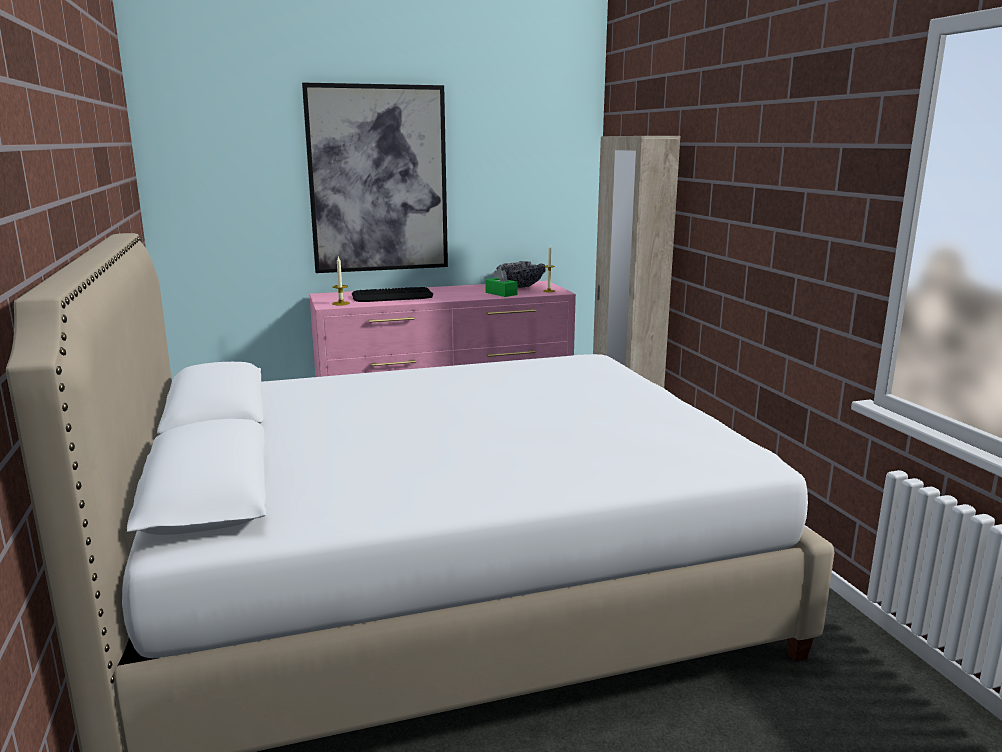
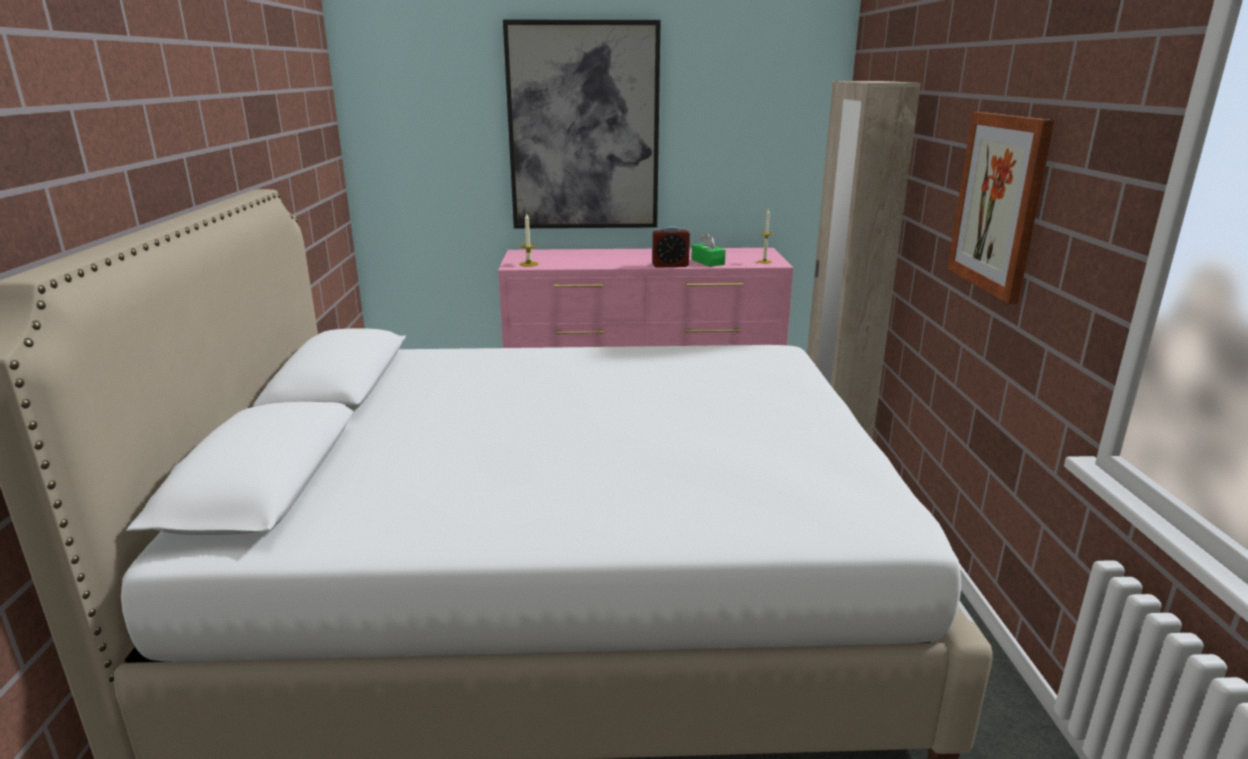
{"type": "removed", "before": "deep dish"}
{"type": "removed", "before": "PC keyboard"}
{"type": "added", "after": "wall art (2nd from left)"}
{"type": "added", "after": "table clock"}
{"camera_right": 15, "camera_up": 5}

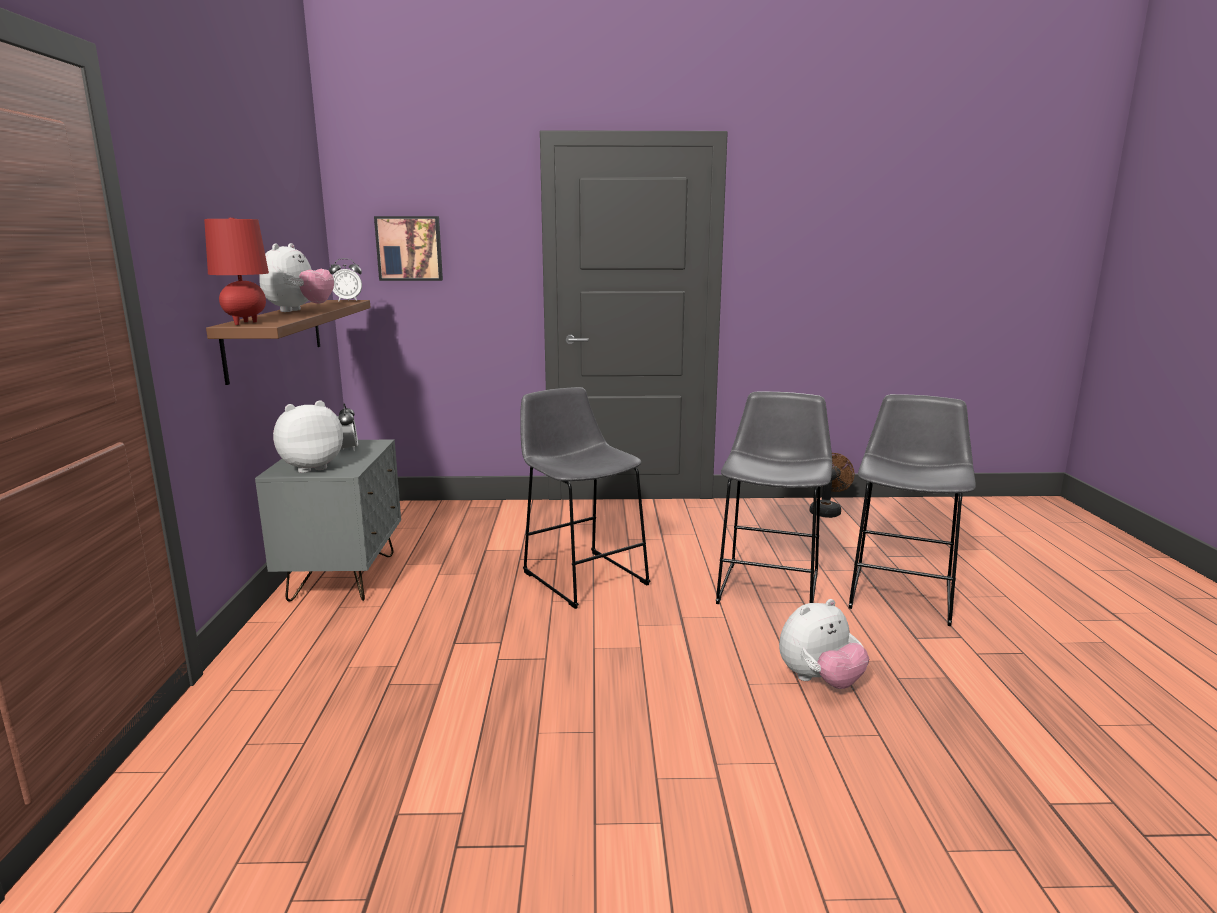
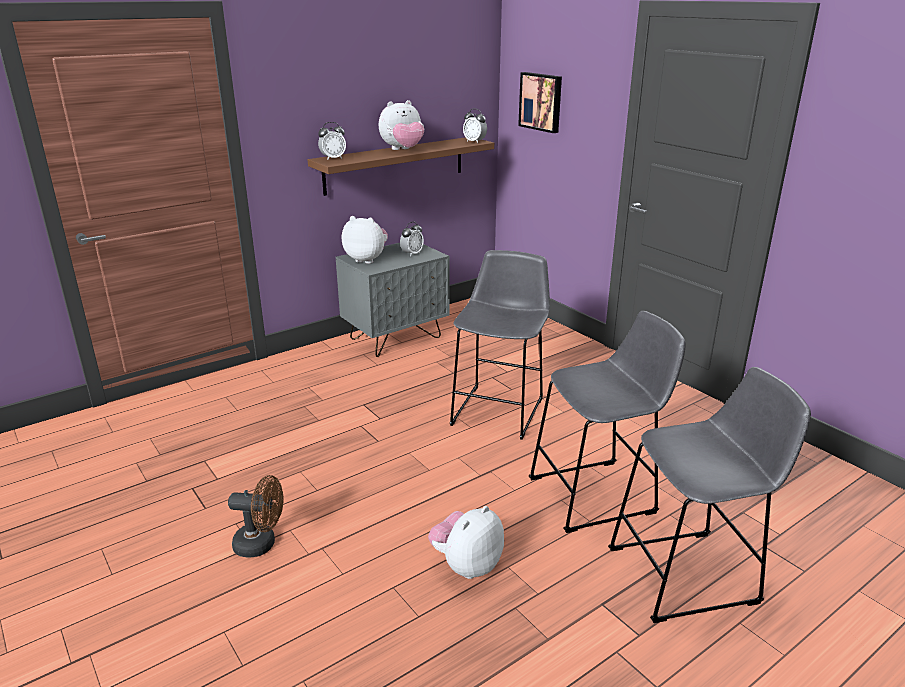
{"type": "replaced", "before": "red tabletop lamp", "after": "table clock (1st from left)"}
{"type": "moved", "before": "brownish fan"}
{"type": "turned", "before": "plush toy (3rd from left)", "turn": 105}
{"camera_right": 55, "camera_up": 10}

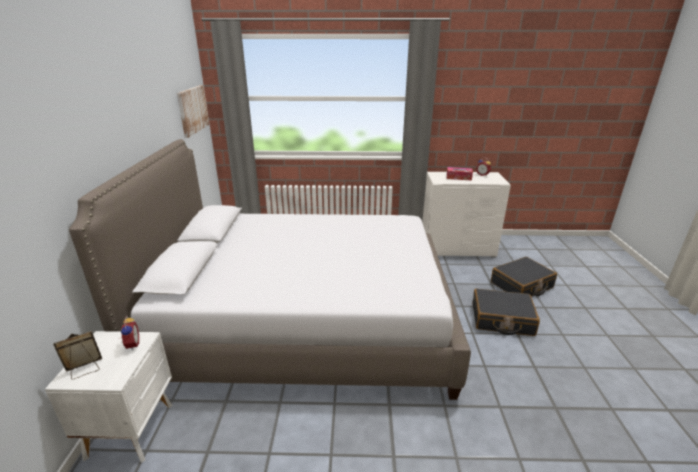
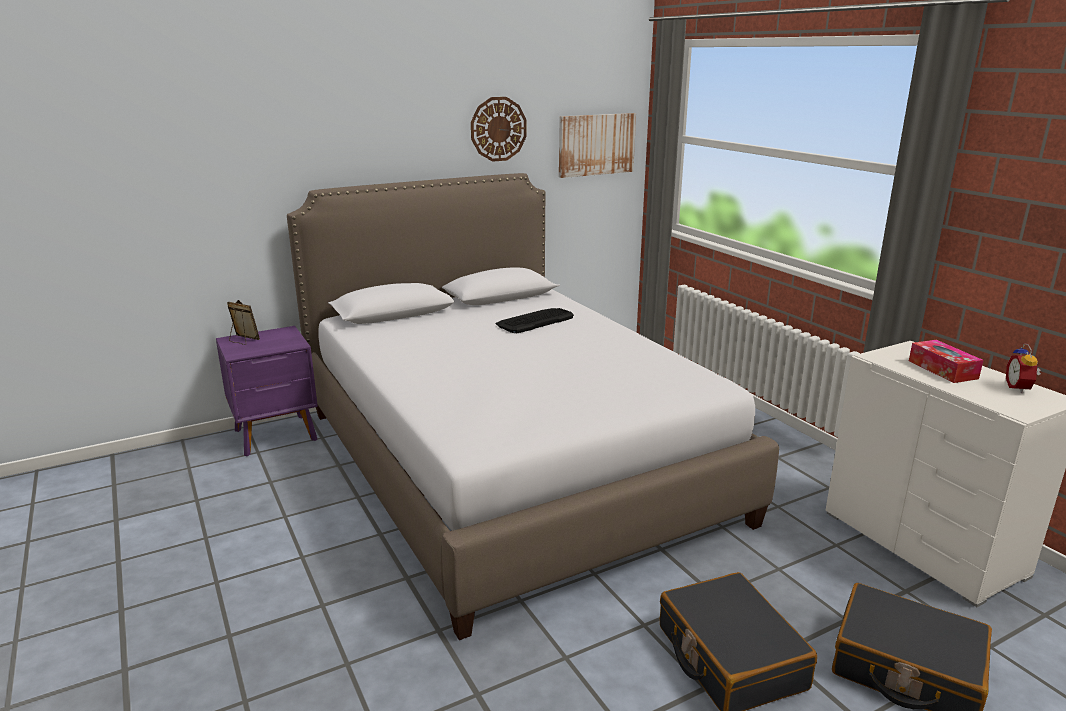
{"type": "removed", "before": "table clock (1st from left)"}
{"type": "recoloured", "before": "white night table", "after": "purple night table"}
{"type": "added", "after": "hanging clock"}
{"type": "added", "after": "PC keyboard"}
{"camera_right": 60, "camera_up": -5}

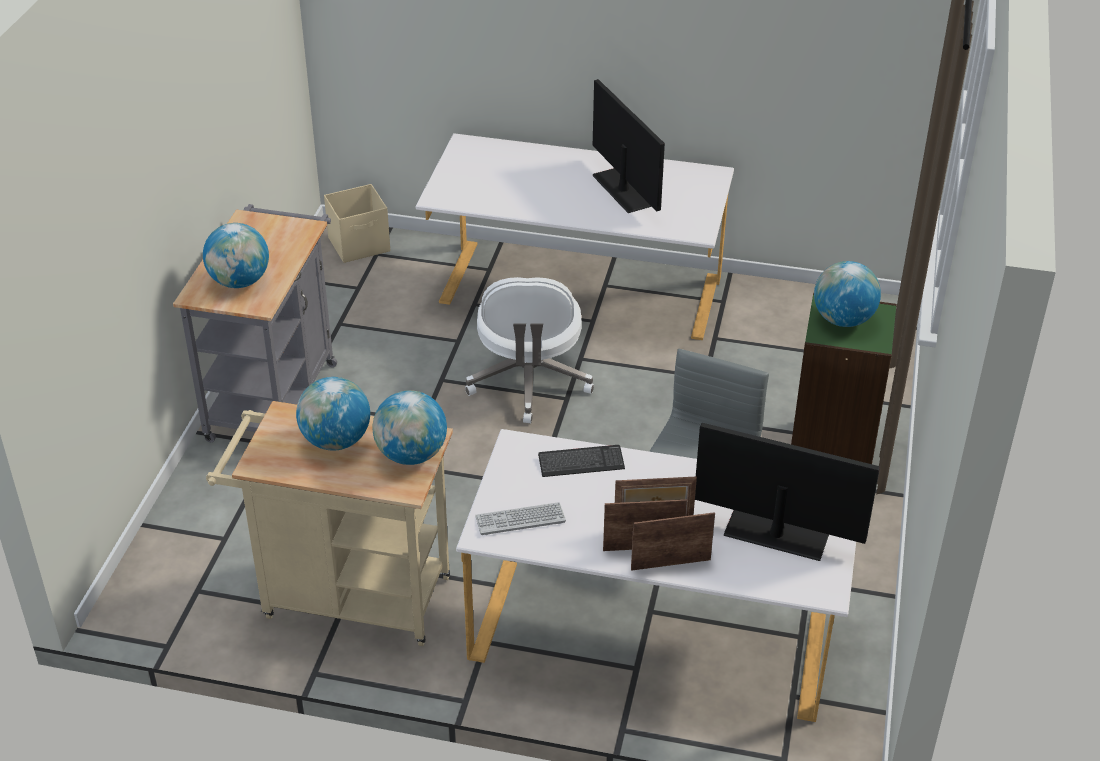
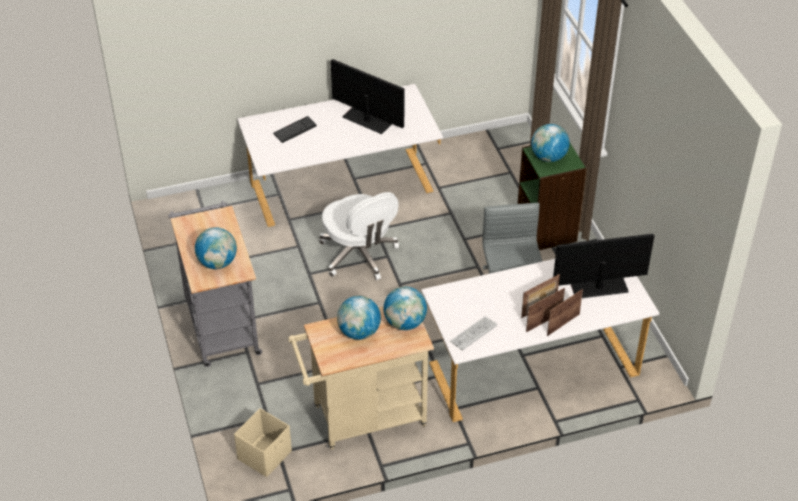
{"type": "moved", "before": "sand-coloured storage box"}
{"type": "moved", "before": "PC keyboard (2nd from left in the first image)", "after": "PC keyboard (1st from left)"}
{"camera_right": -30, "camera_up": 5}

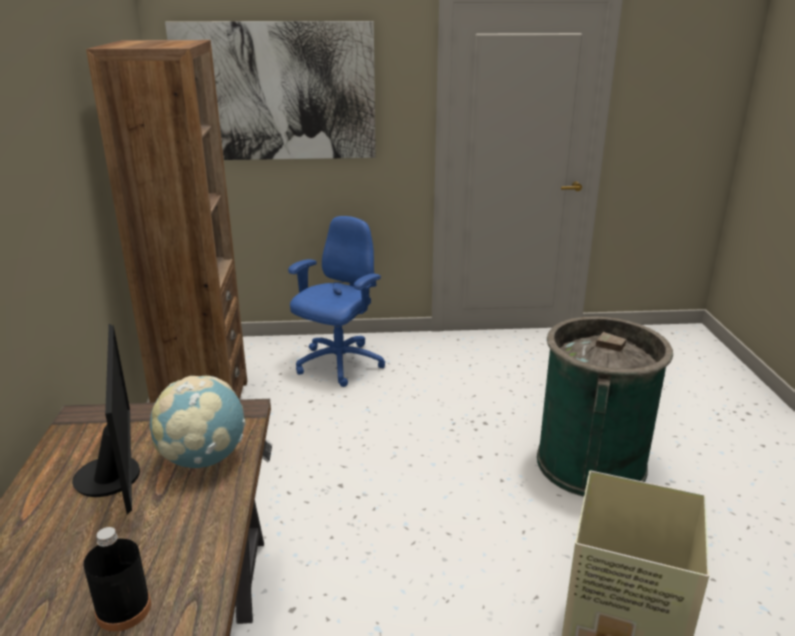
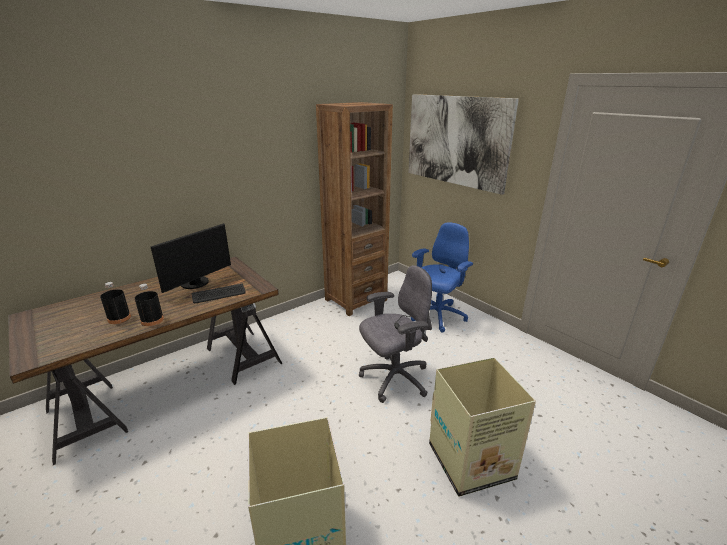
{"type": "turned", "before": "blue desk chair", "turn": -45}
{"type": "replaced", "before": "green-coloured waste bin", "after": "packing box (2nd from left)"}
{"type": "replaced", "before": "globe", "after": "PC keyboard"}
{"type": "added", "after": "grey desk chair"}
{"type": "added", "after": "blackish drink bottle (2nd from left)"}
{"camera_right": 55, "camera_up": 0}

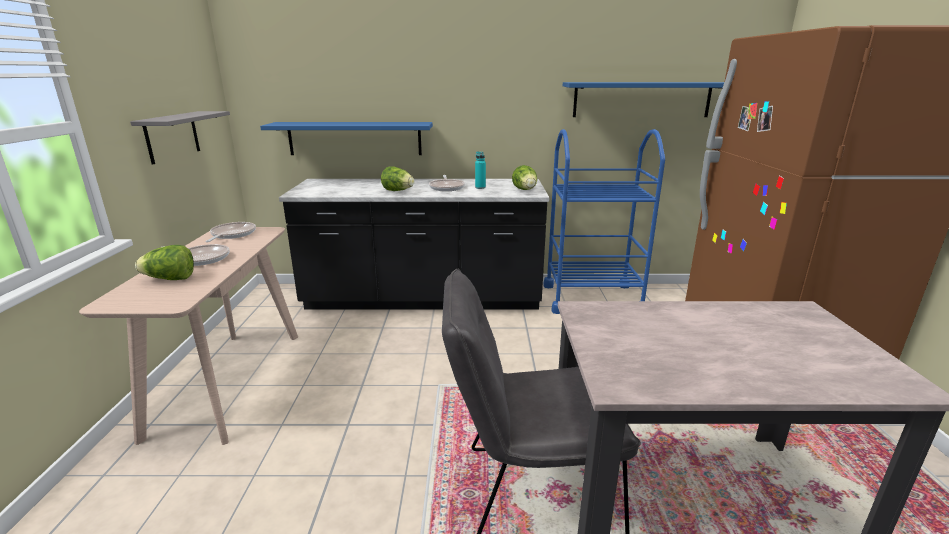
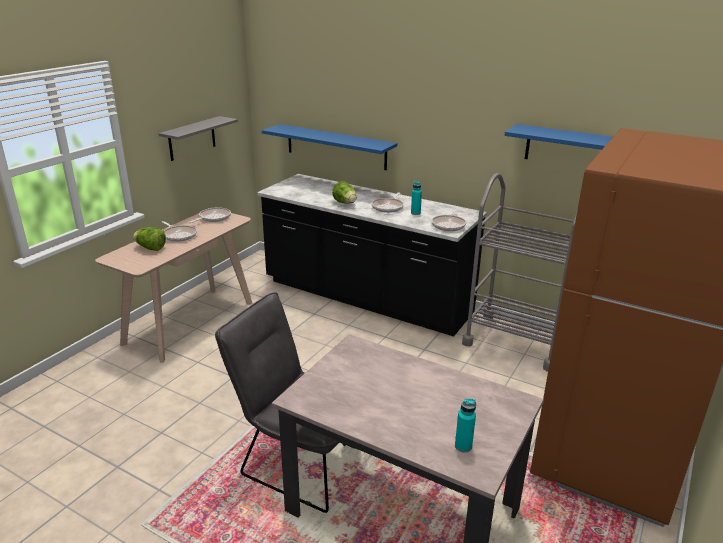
{"type": "recoloured", "before": "blue wheeled cart", "after": "grey wheeled cart"}
{"type": "replaced", "before": "head of lettuce (3rd from left)", "after": "frying pan (4th from left)"}
{"type": "added", "after": "turquoise-coloured drink bottle (2nd from left)"}
{"camera_right": 30, "camera_up": 5}

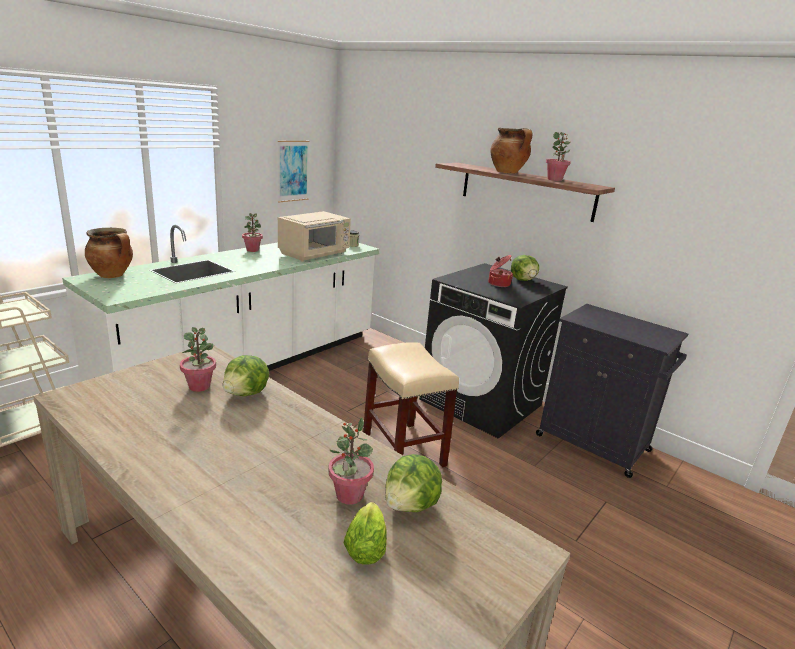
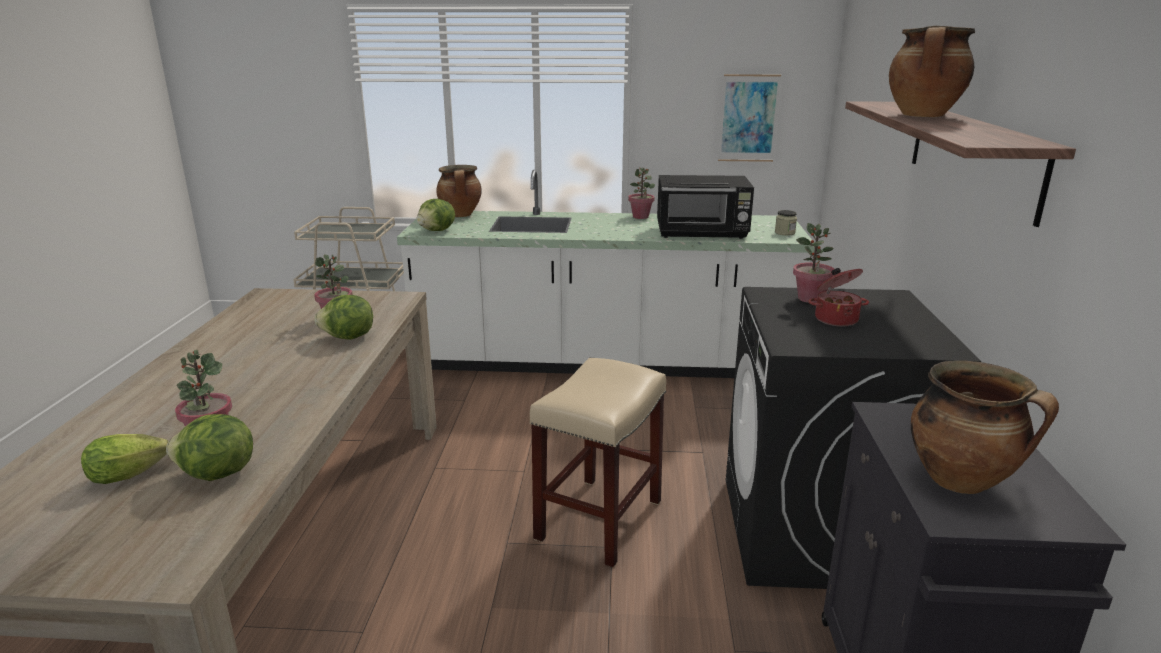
{"type": "moved", "before": "plant in a pot (4th from left)"}
{"type": "recoloured", "before": "sand-coloured microwave oven", "after": "blackish microwave oven"}
{"type": "moved", "before": "head of lettuce (4th from left)"}
{"type": "added", "after": "saucepot (4th from left)"}
{"camera_right": 55, "camera_up": 0}

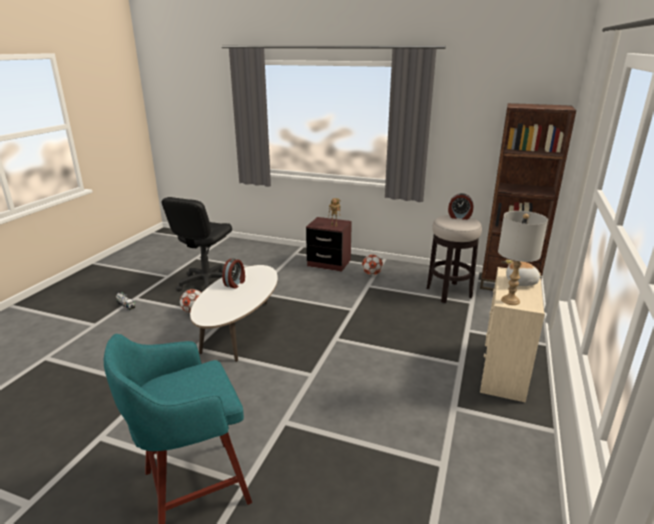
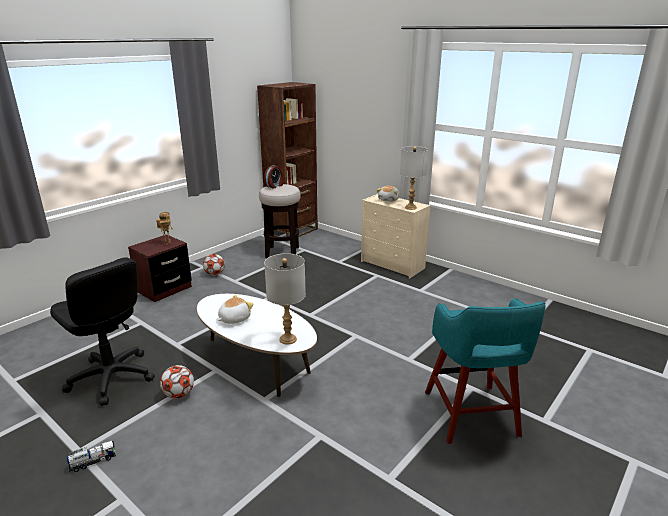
{"type": "replaced", "before": "table clock (1st from left)", "after": "plush toy (1st from left)"}
{"type": "added", "after": "grey tabletop lamp (1st from left)"}
{"camera_right": -70, "camera_up": 0}

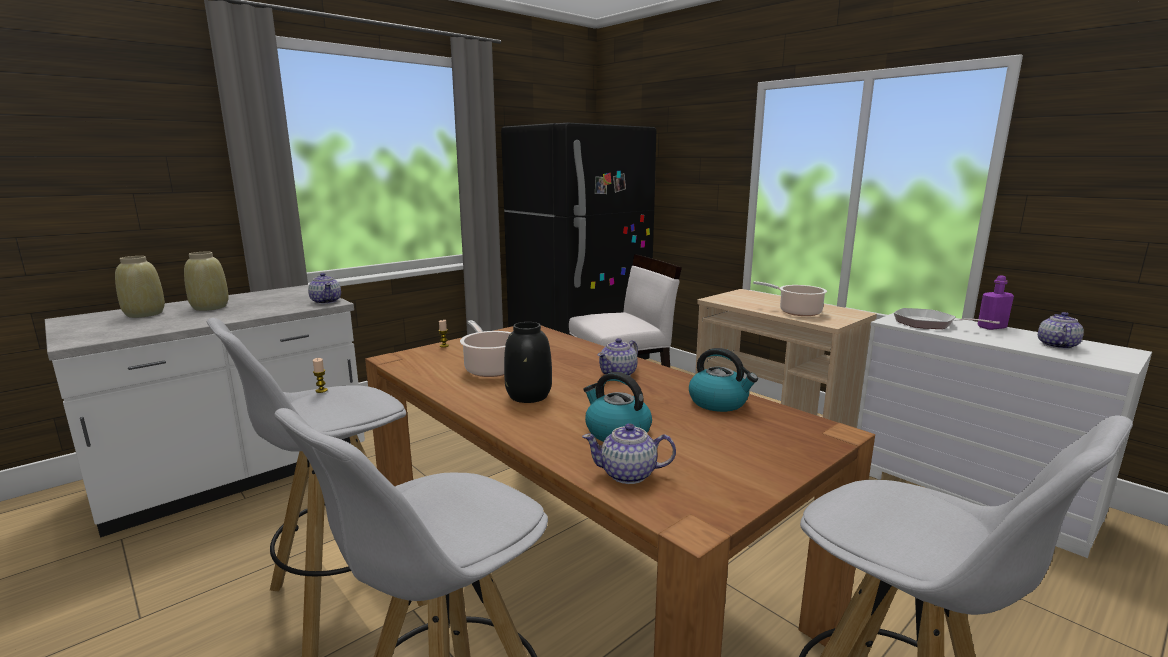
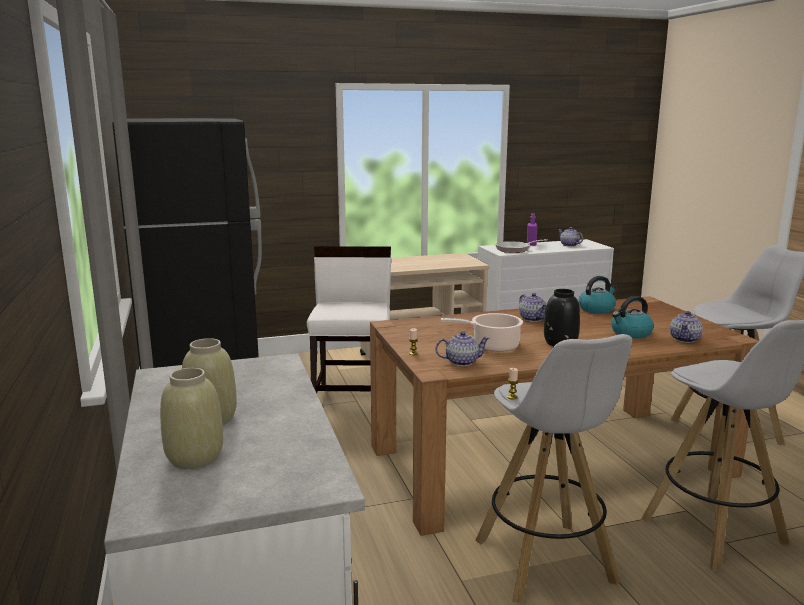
{"type": "moved", "before": "tea pot (1st from left)"}
{"type": "removed", "before": "saucepot (2nd from left)"}
{"camera_right": -65, "camera_up": 0}

